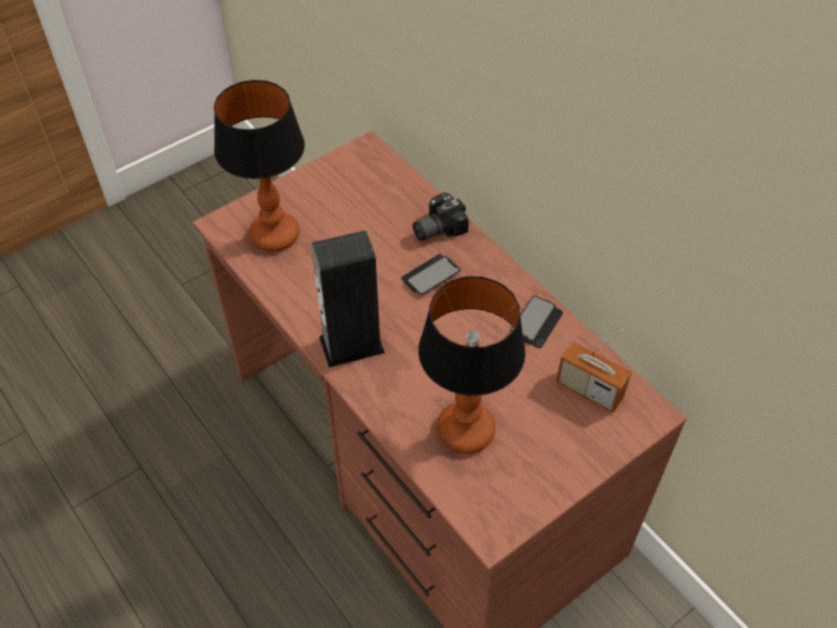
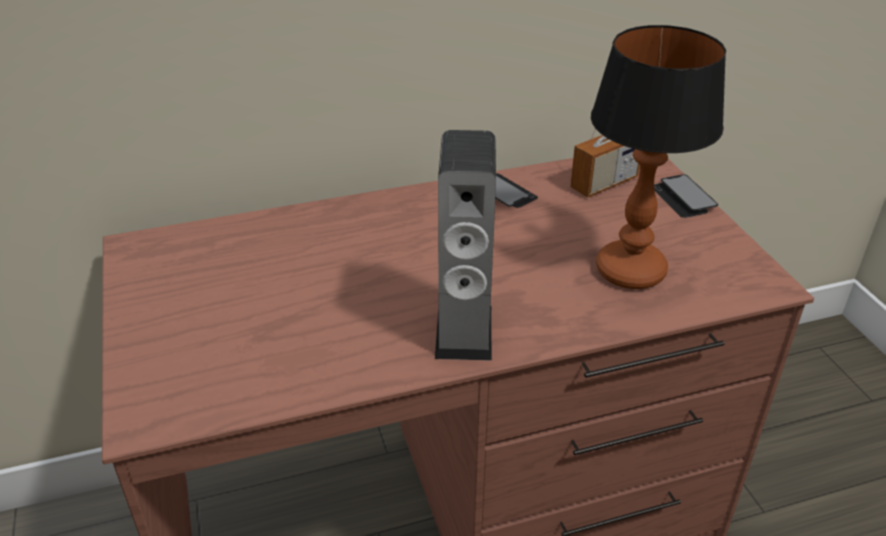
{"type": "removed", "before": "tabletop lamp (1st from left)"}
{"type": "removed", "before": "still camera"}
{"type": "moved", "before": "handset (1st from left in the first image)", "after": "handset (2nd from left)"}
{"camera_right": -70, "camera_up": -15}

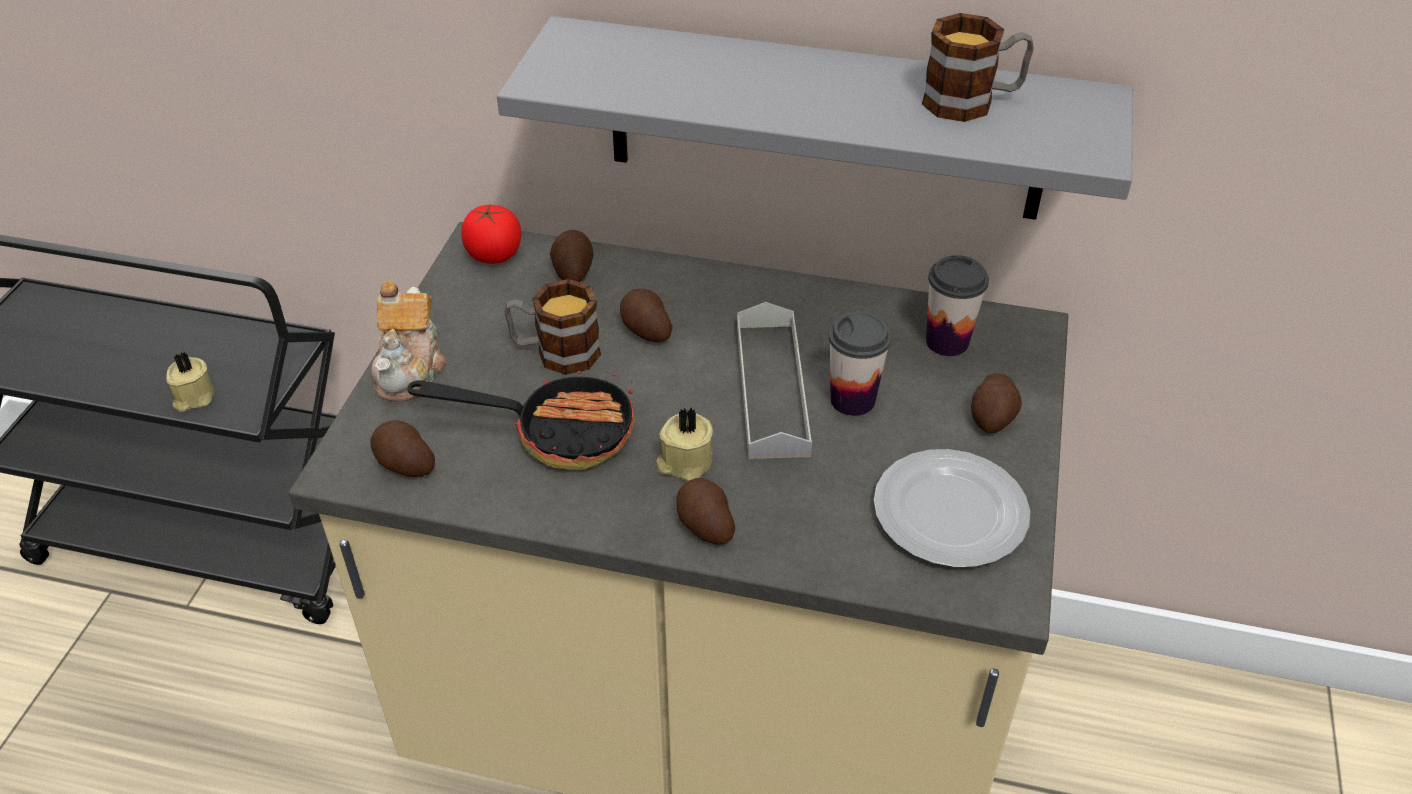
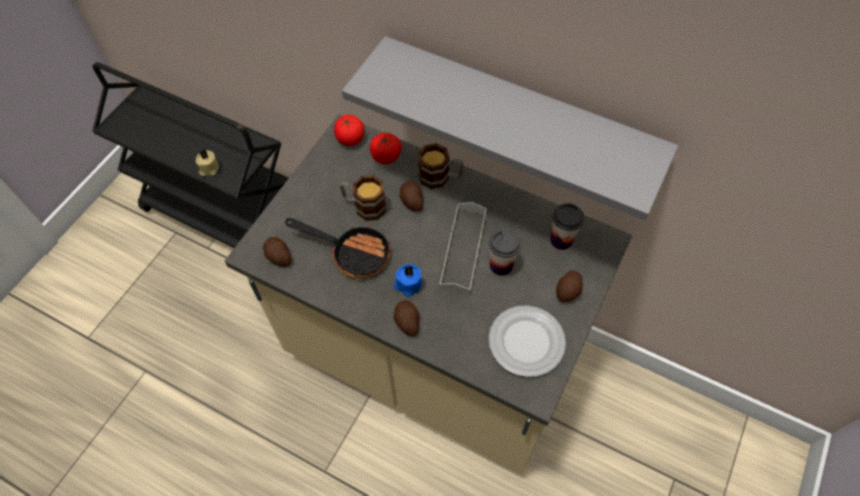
{"type": "moved", "before": "tea mug (2nd from left)"}
{"type": "replaced", "before": "whole potato (2nd from left)", "after": "fresh tomato (2nd from left)"}
{"type": "removed", "before": "tea pot"}
{"type": "recoloured", "before": "sand-coloured candle (2nd from left)", "after": "blue candle"}
{"camera_right": 15, "camera_up": 15}

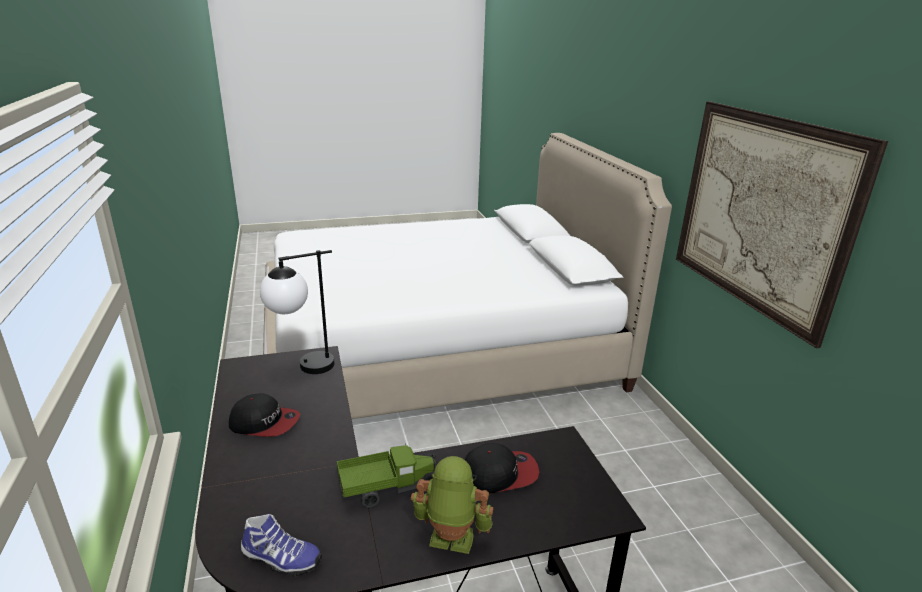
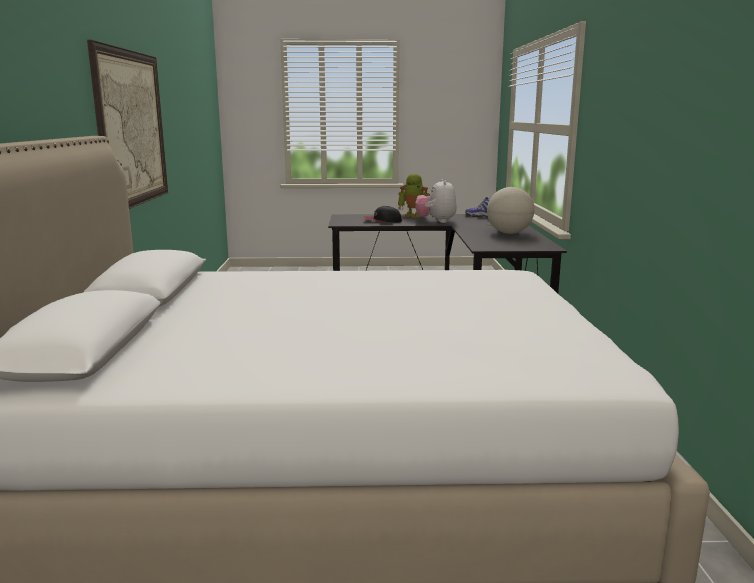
{"type": "removed", "before": "tabletop lamp"}
{"type": "replaced", "before": "cap (1st from left)", "after": "globe"}
{"type": "replaced", "before": "toy truck", "after": "plush toy"}
{"camera_right": -165, "camera_up": -10}

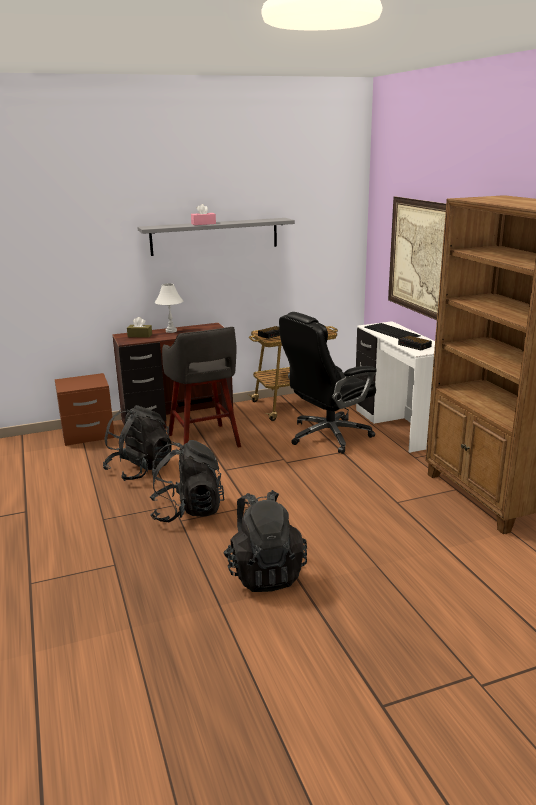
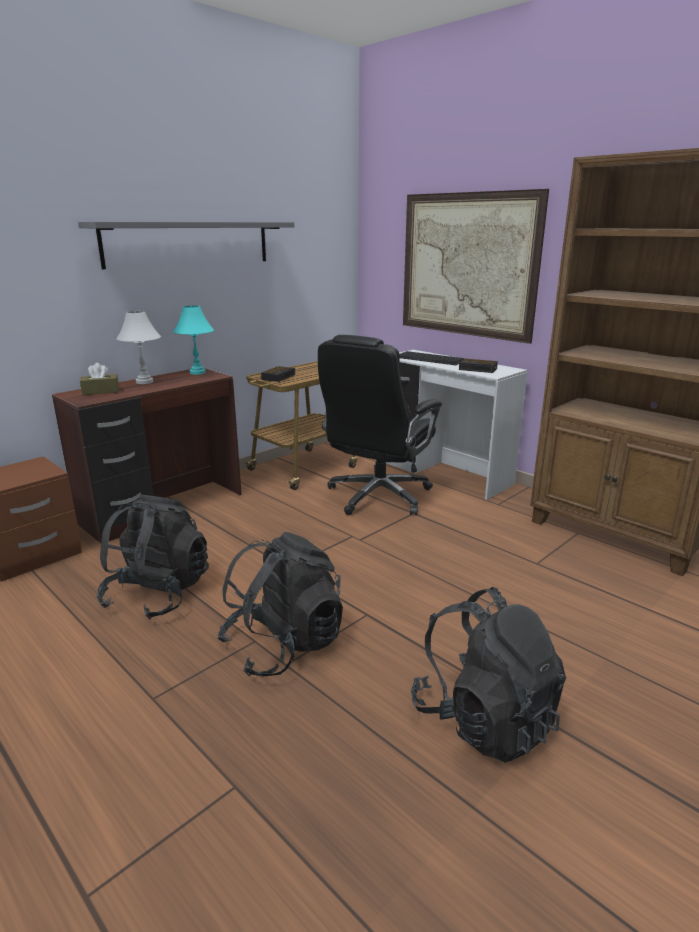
{"type": "removed", "before": "pink tissue holder"}
{"type": "removed", "before": "grey stool"}
{"type": "added", "after": "turquoise-coloured tabletop lamp"}
{"camera_right": -25, "camera_up": 0}

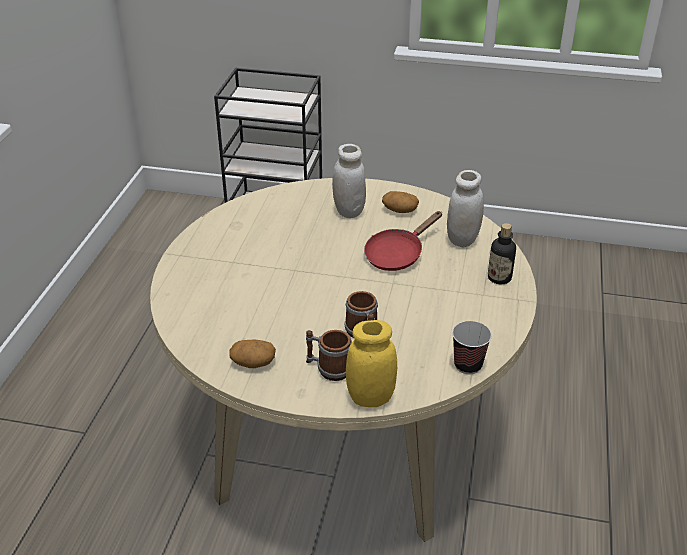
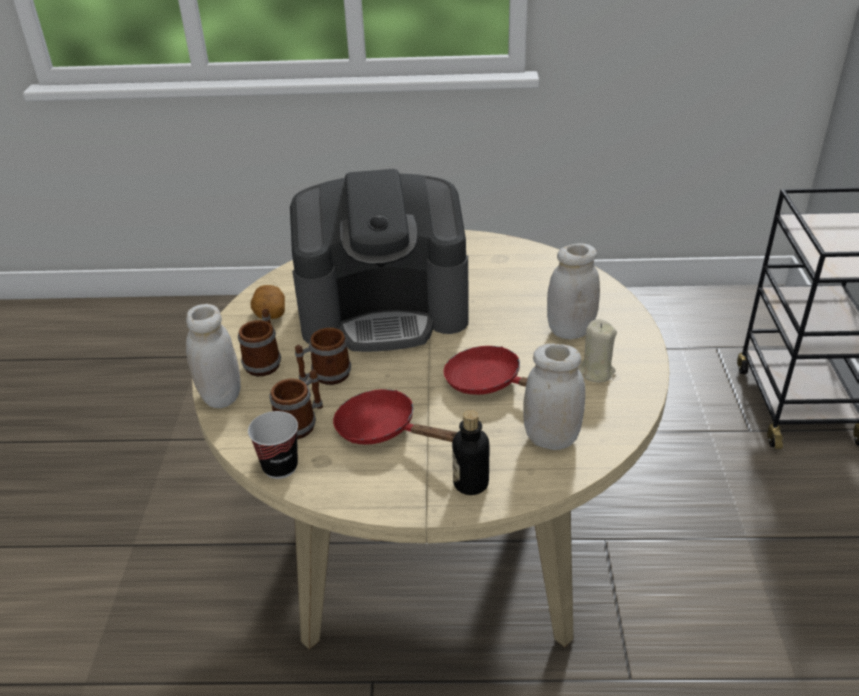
{"type": "replaced", "before": "whole potato (2nd from left)", "after": "sand-coloured candle"}
{"type": "recoloured", "before": "yellow-coloured preserve jar", "after": "white preserve jar (1st from left)"}
{"type": "added", "after": "coffee brewer"}
{"type": "added", "after": "tea mug (2nd from left)"}
{"type": "added", "after": "red frying pan (1st from left)"}
{"camera_right": 80, "camera_up": 0}

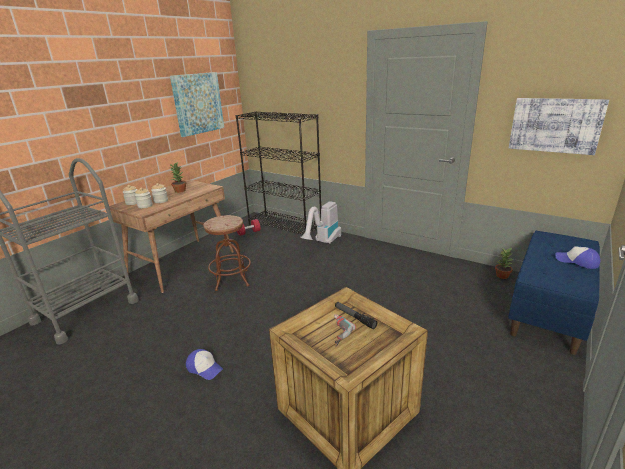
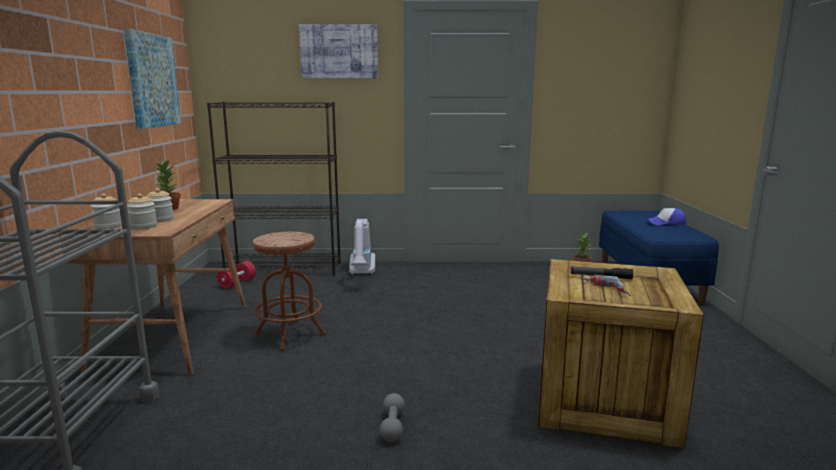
{"type": "moved", "before": "wall art (2nd from left)"}
{"type": "replaced", "before": "cap (1st from left)", "after": "grey dumbbell"}
{"camera_right": -35, "camera_up": -10}

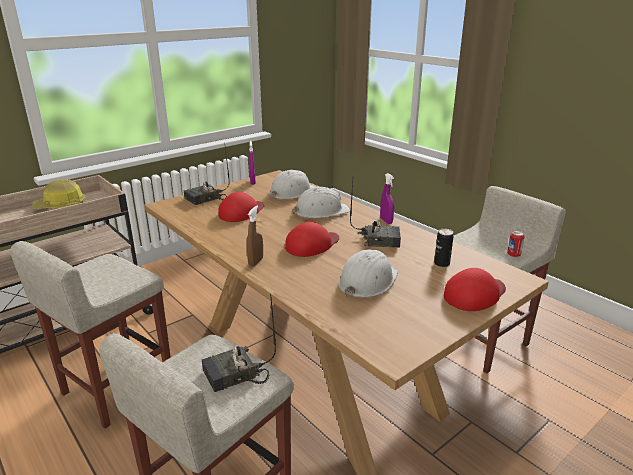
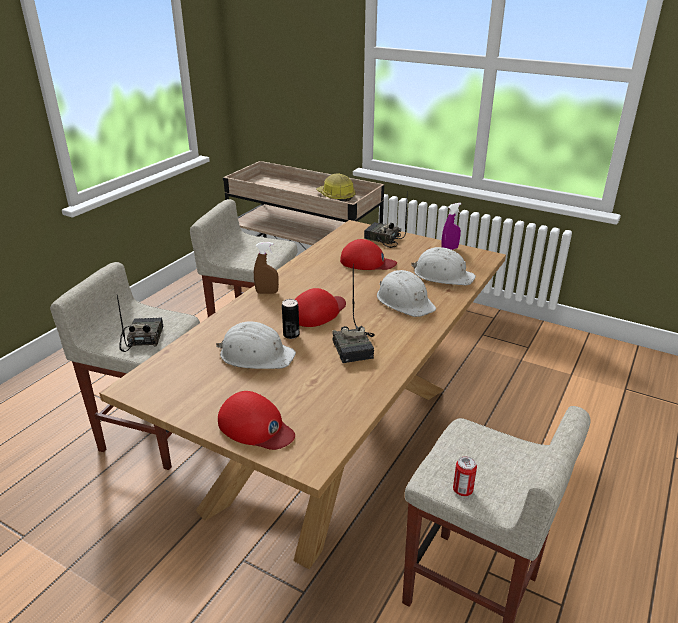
{"type": "removed", "before": "purple spray bottle (2nd from left)"}
{"type": "turned", "before": "red cap (2nd from left)", "turn": -75}
{"type": "moved", "before": "metal can (1st from left)"}
{"type": "turned", "before": "radio receiver (2nd from left in the first image)", "turn": 45}
{"camera_right": 70, "camera_up": 5}

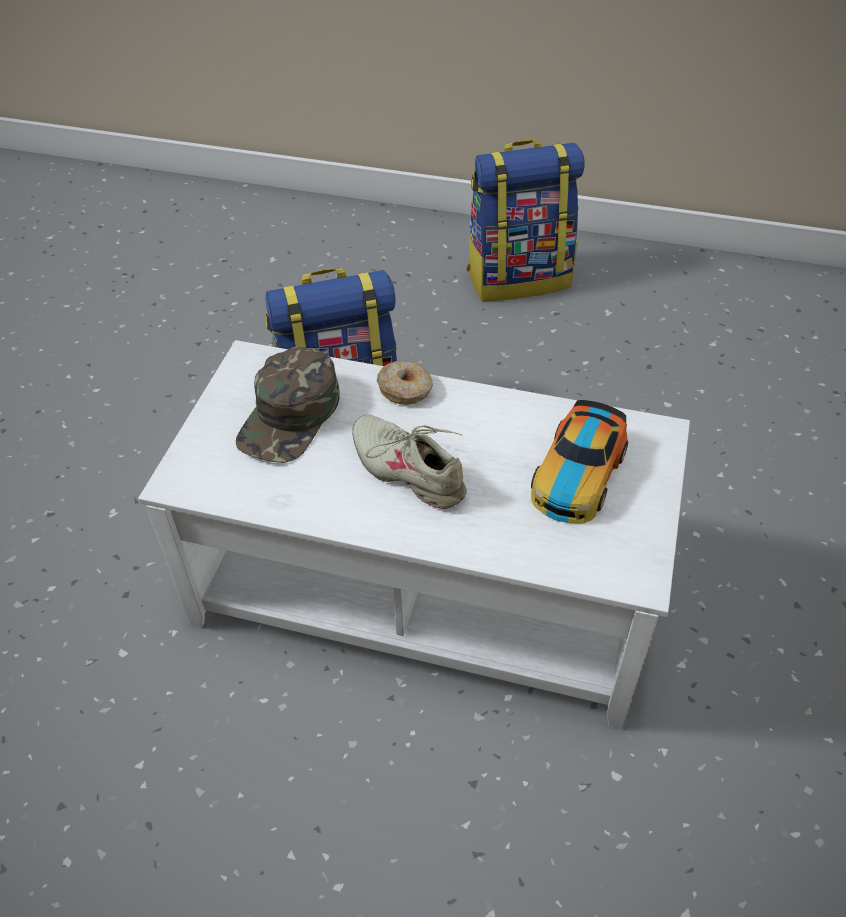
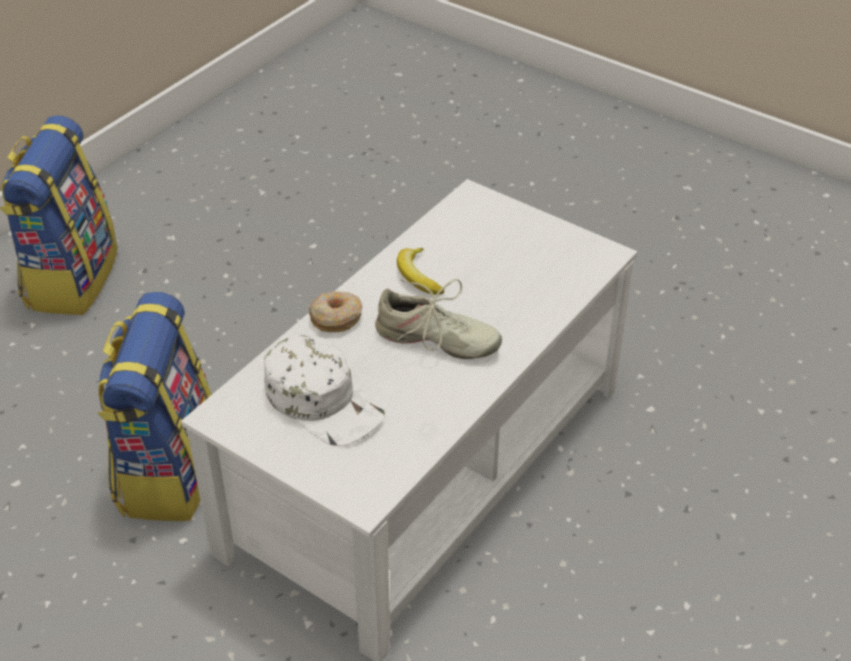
{"type": "recoloured", "before": "green-coloured cap", "after": "white cap"}
{"type": "removed", "before": "model car"}
{"type": "turned", "before": "sand-coloured low shoe", "turn": -135}
{"type": "added", "after": "whole banana"}
{"camera_right": -70, "camera_up": -5}

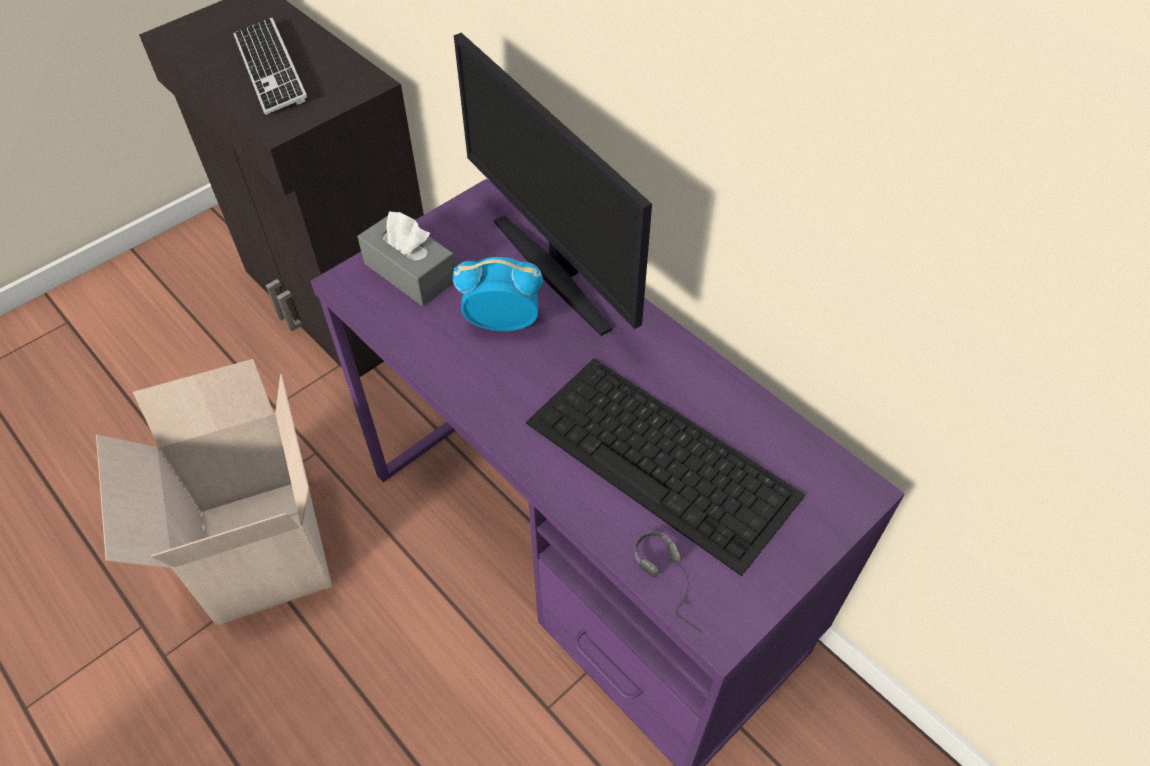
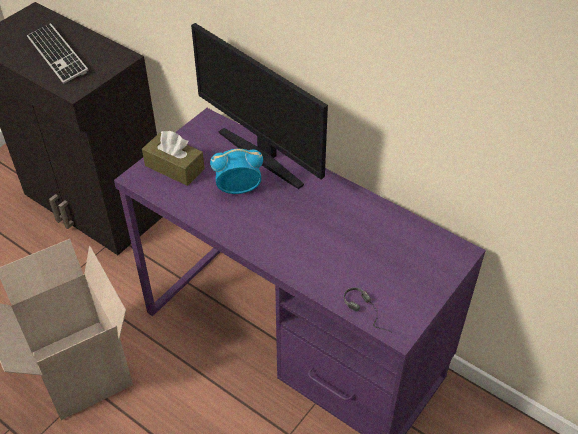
{"type": "recoloured", "before": "grey tissue holder", "after": "brownish tissue holder"}
{"type": "removed", "before": "PC keyboard (2nd from left)"}
{"camera_right": -10, "camera_up": -5}

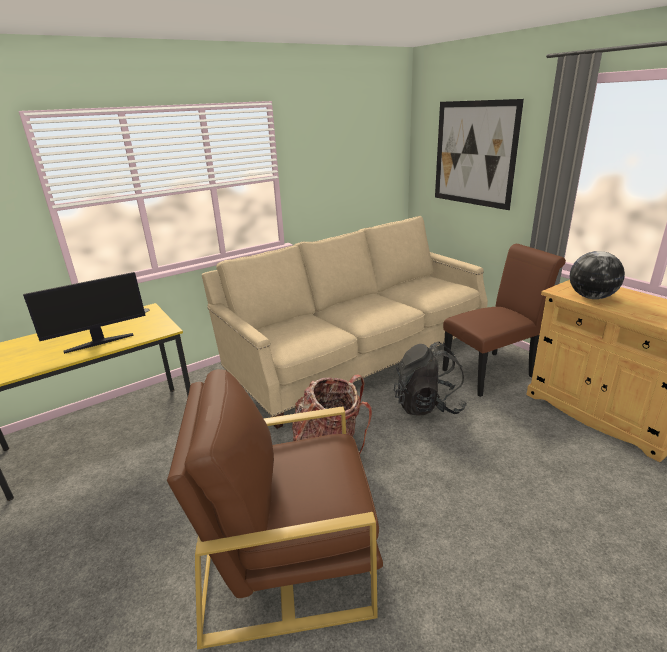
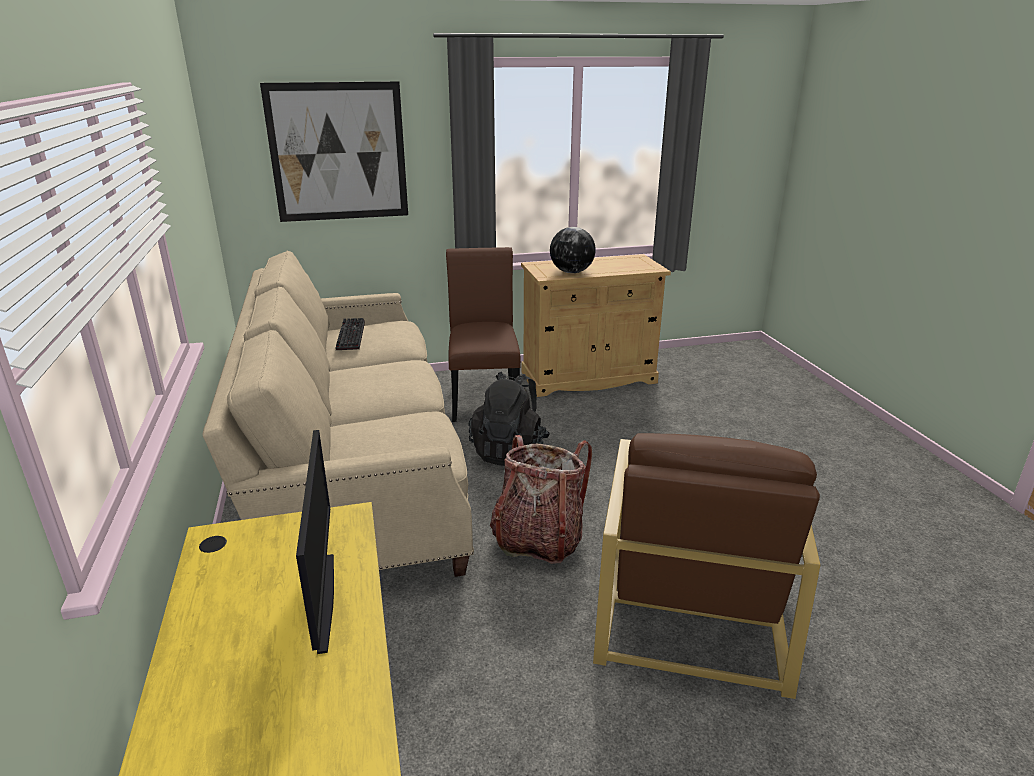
{"type": "added", "after": "PC keyboard"}
{"camera_right": -70, "camera_up": 0}

